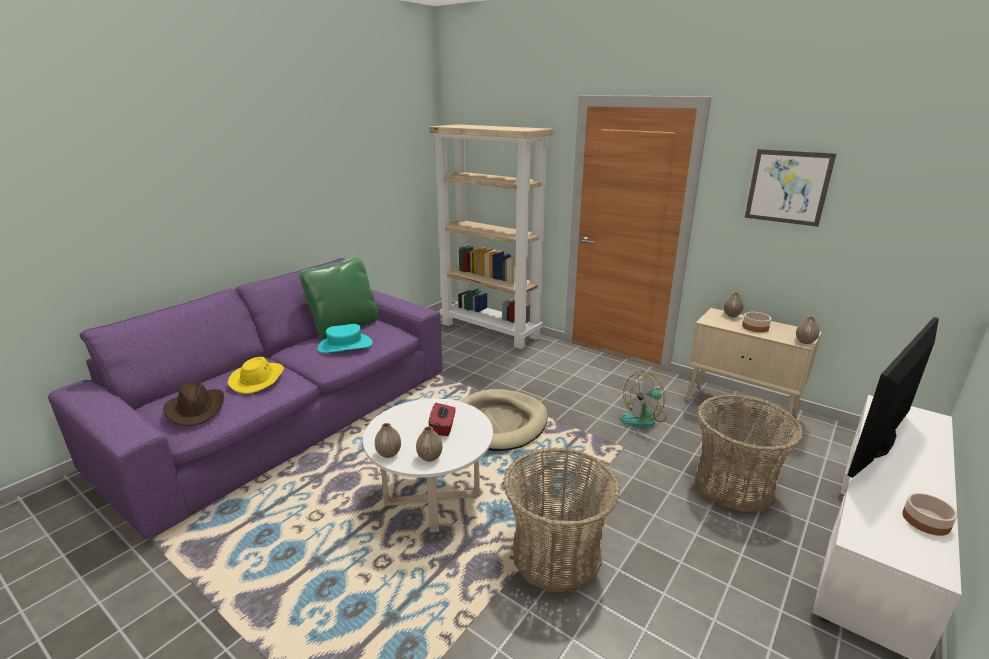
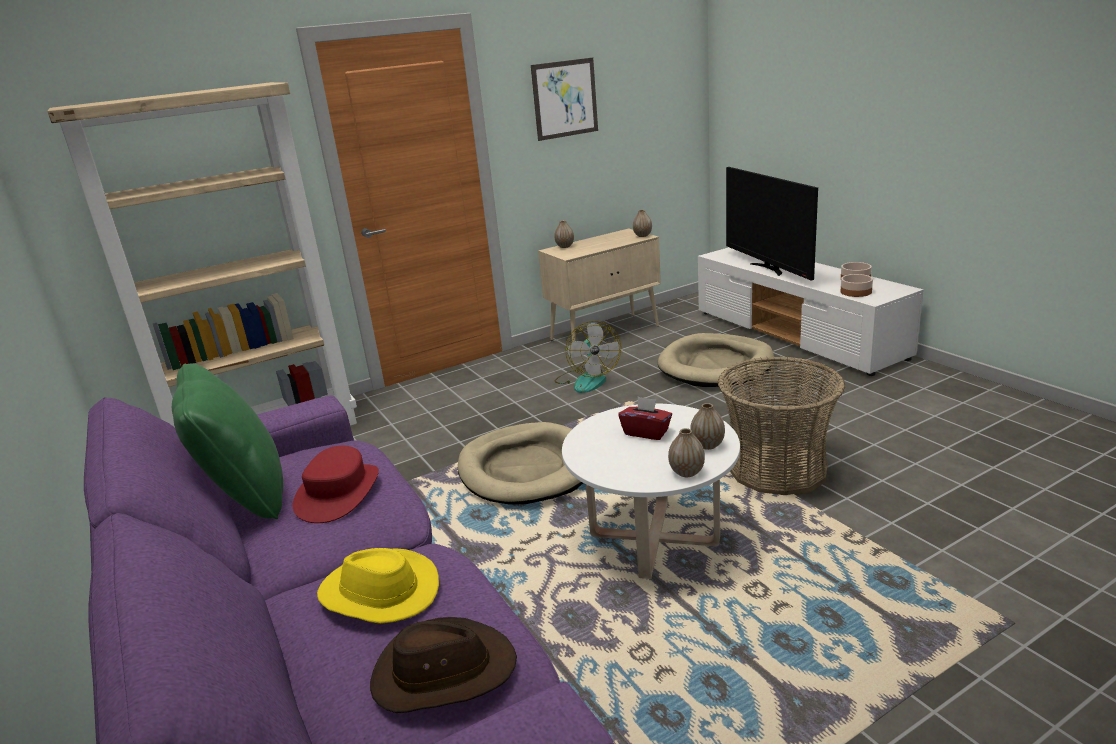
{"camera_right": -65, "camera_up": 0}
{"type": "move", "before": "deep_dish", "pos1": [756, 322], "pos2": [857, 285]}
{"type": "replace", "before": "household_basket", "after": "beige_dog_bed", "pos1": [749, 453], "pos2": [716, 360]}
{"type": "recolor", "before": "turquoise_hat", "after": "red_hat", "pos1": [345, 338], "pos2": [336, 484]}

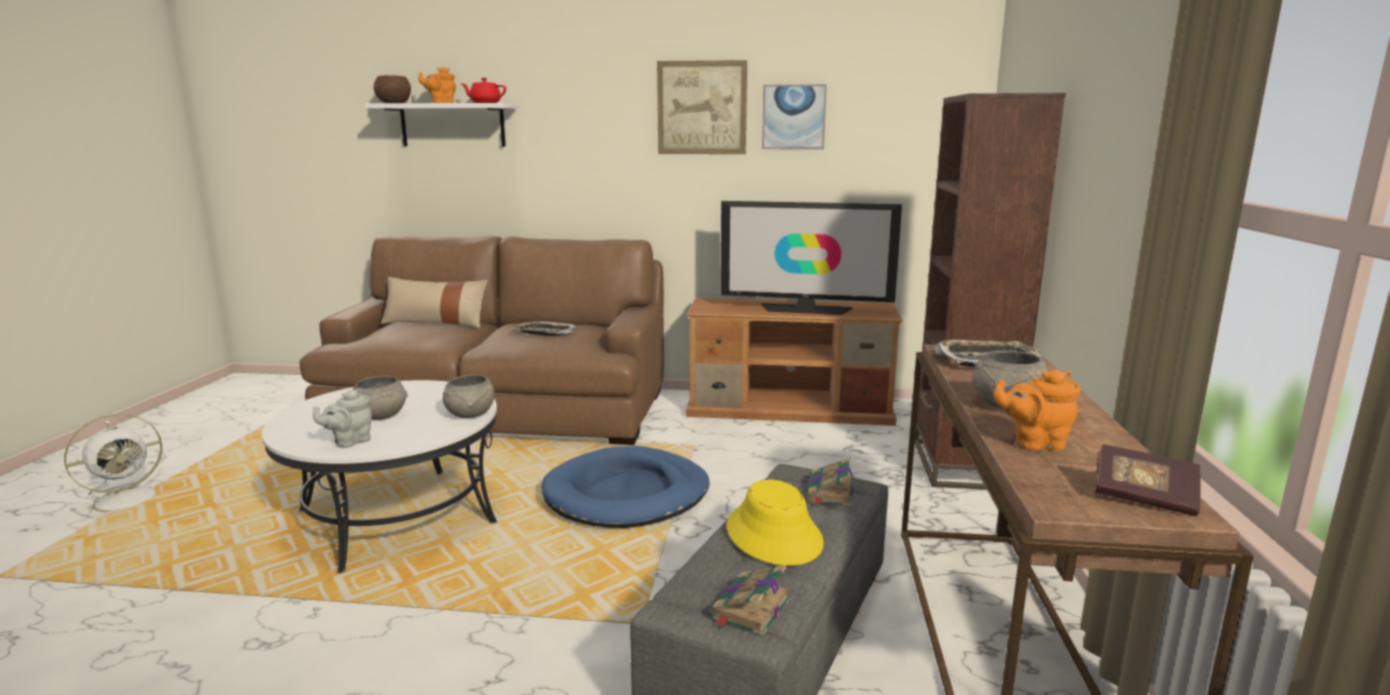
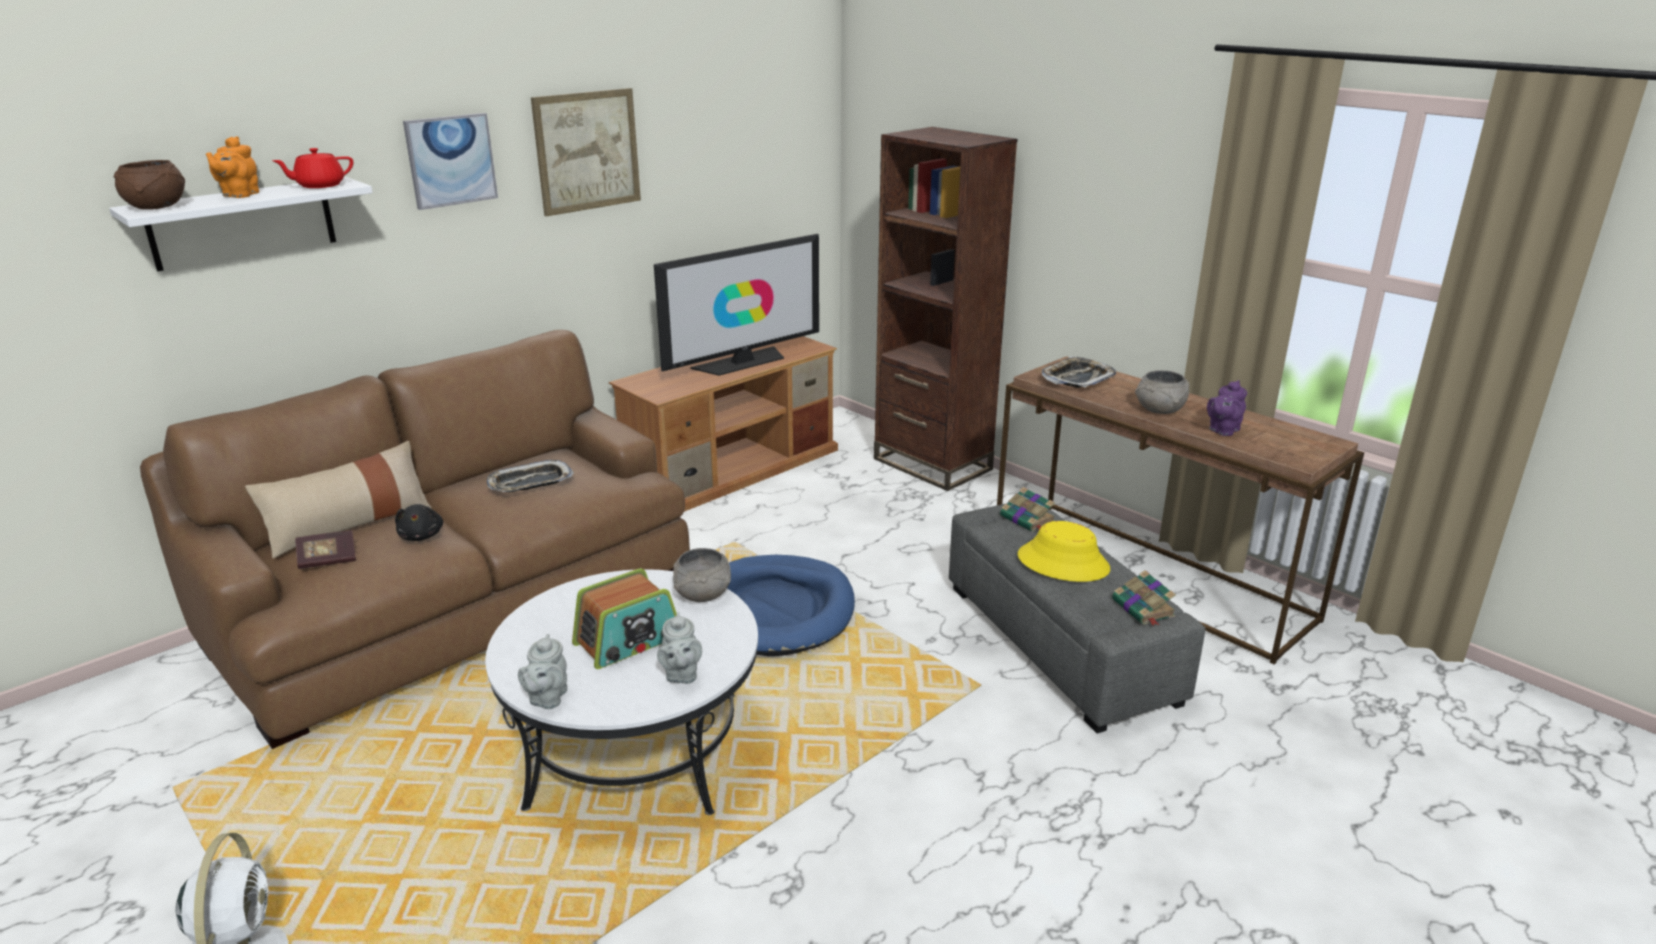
{"camera_right": -50, "camera_up": 10}
{"type": "insert", "after": "blackish_soft_toy", "pos2": [419, 522]}
{"type": "insert", "after": "greyish_tea_pot", "pos2": [542, 671]}
{"type": "move", "before": "picture", "pos1": [794, 117], "pos2": [450, 161]}
{"type": "move", "before": "bound_book", "pos1": [1148, 480], "pos2": [325, 549]}
{"type": "replace", "before": "greyish_deep_dish", "after": "radio_receiver", "pos1": [380, 398], "pos2": [624, 618]}
{"type": "recolor", "before": "orange_tea_pot", "after": "purple_tea_pot", "pos1": [1036, 410], "pos2": [1227, 408]}

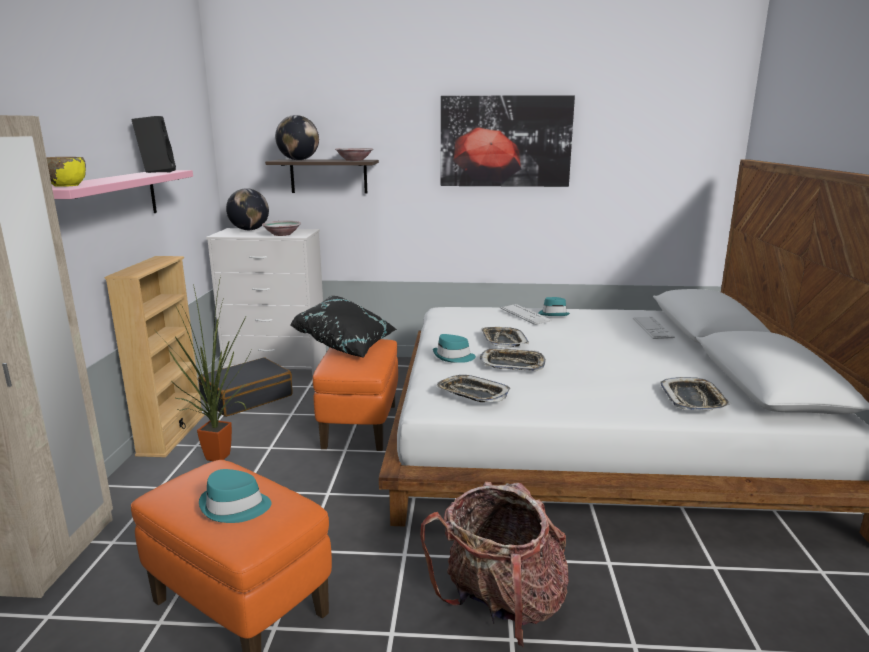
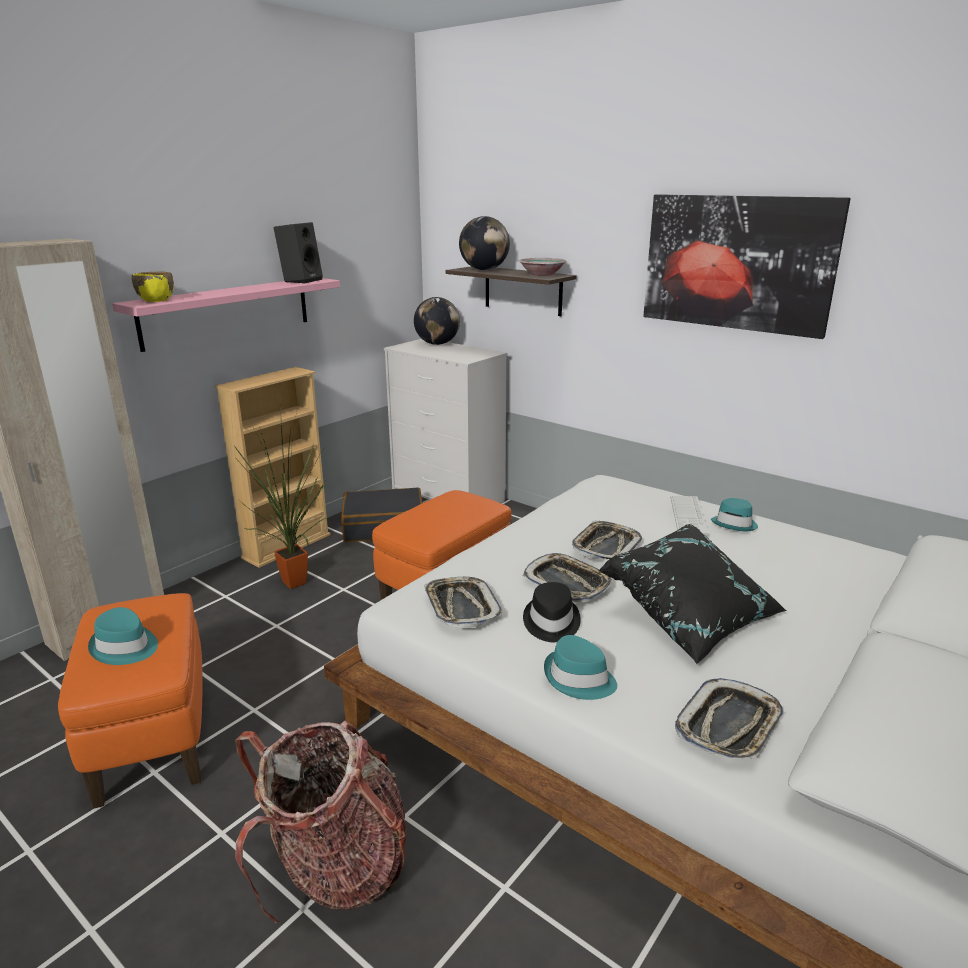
{"camera_right": 35, "camera_up": 5}
{"type": "delete", "before": "deep_dish", "pos1": [281, 228]}
{"type": "delete", "before": "PC_keyboard", "pos1": [654, 327]}
{"type": "insert", "after": "blackish_hat", "pos2": [552, 612]}
{"type": "move", "before": "blackish_pillow", "pos1": [344, 327], "pos2": [692, 594]}
{"type": "move", "before": "turquoise_hat", "pos1": [454, 348], "pos2": [580, 667]}

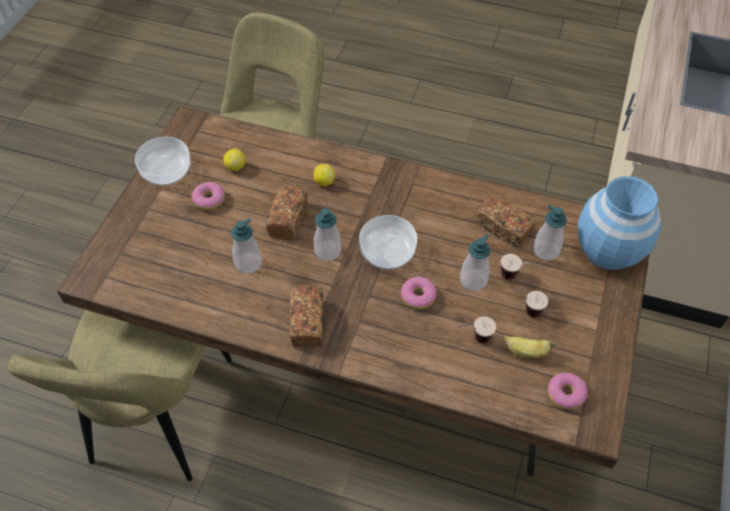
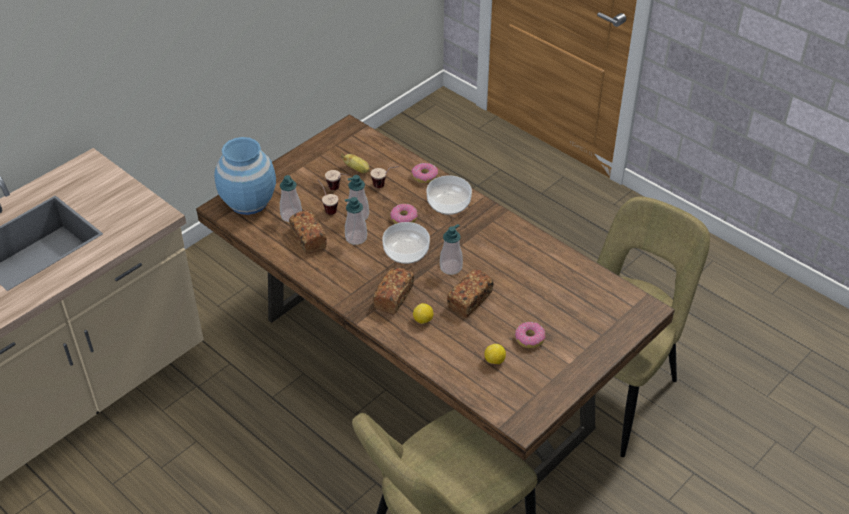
{"camera_right": -155, "camera_up": -10}
{"type": "move", "before": "deep_dish", "pos1": [163, 161], "pos2": [449, 195]}
{"type": "move", "before": "soap_dispenser", "pos1": [246, 246], "pos2": [356, 221]}
{"type": "move", "before": "bread", "pos1": [306, 316], "pos2": [393, 290]}
{"type": "move", "before": "ring_doughnut", "pos1": [568, 391], "pos2": [425, 173]}

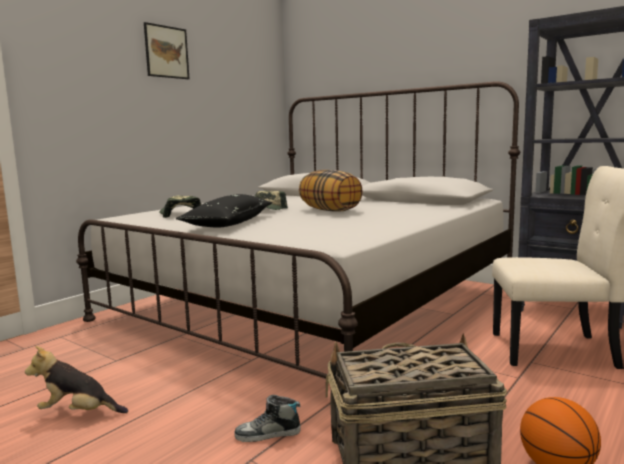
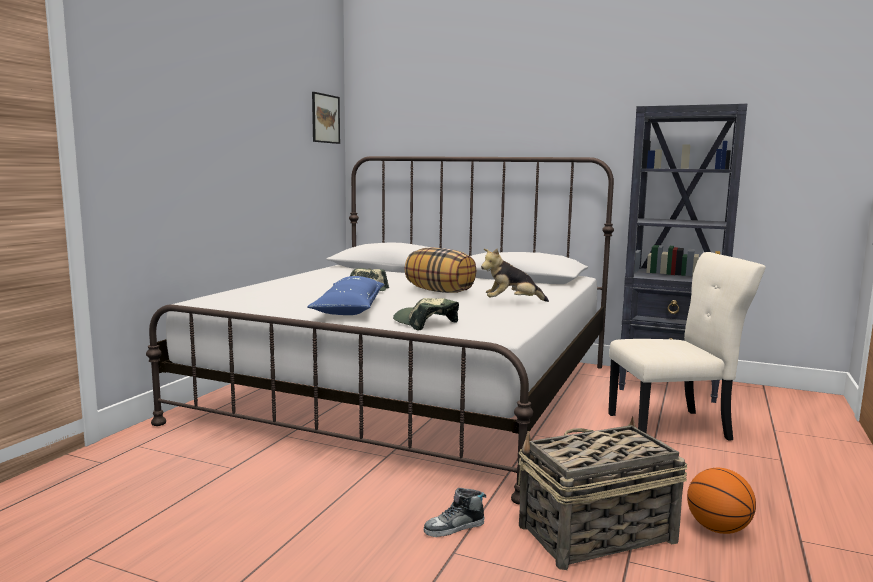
{"camera_right": -15, "camera_up": 0}
{"type": "move", "before": "soft_toy", "pos1": [76, 379], "pos2": [515, 275]}
{"type": "move", "before": "picture", "pos1": [166, 50], "pos2": [326, 118]}
{"type": "move", "before": "peaked_cap", "pos1": [180, 207], "pos2": [426, 314]}
{"type": "recolor", "before": "blackish_pillow", "after": "blue-coloured_pillow", "pos1": [224, 211], "pos2": [345, 295]}

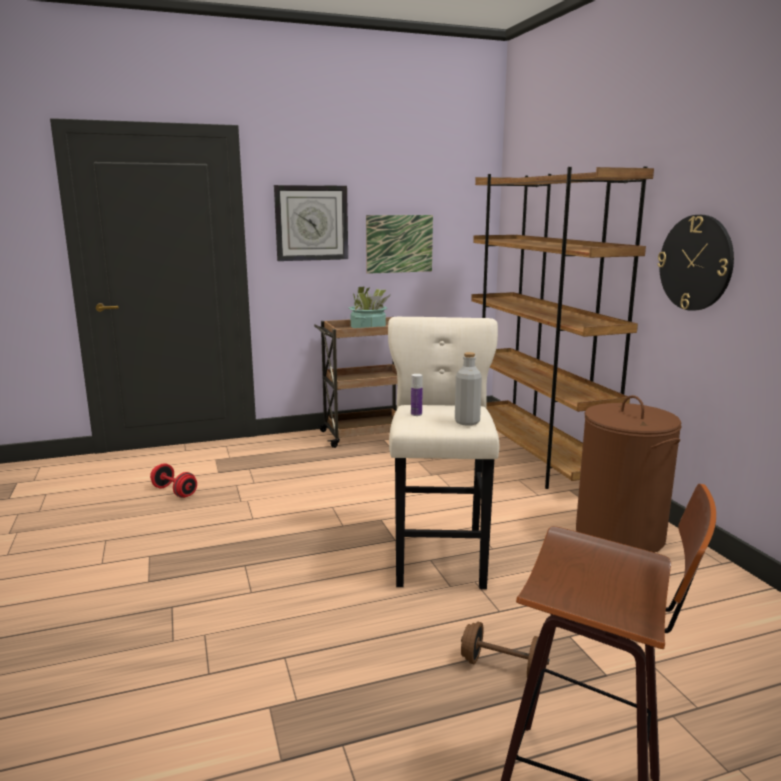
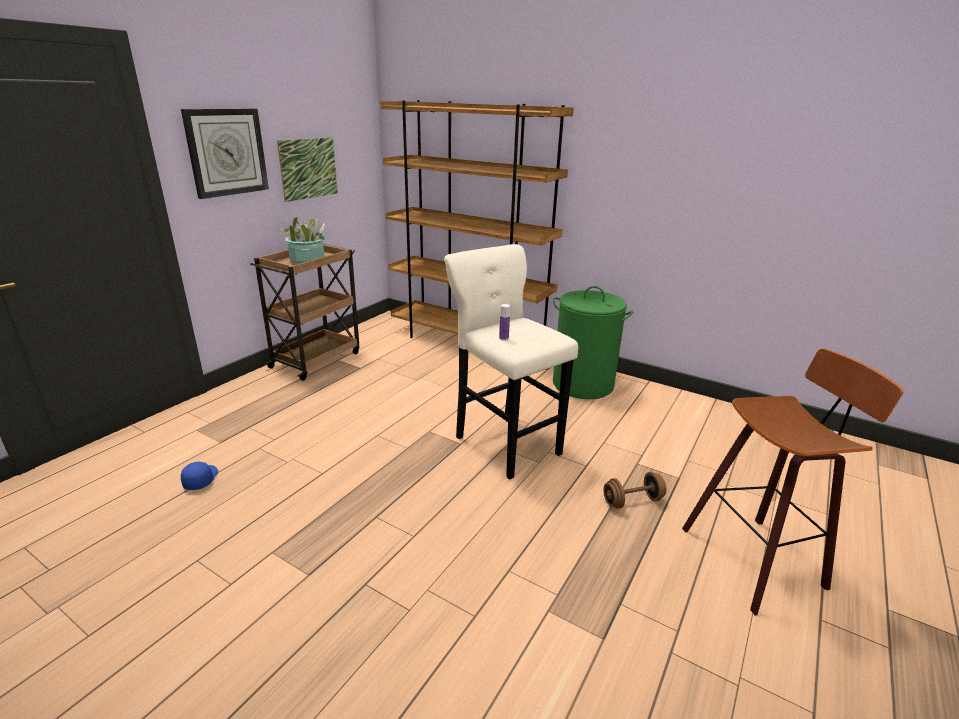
{"camera_right": -40, "camera_up": 10}
{"type": "delete", "before": "greyish_beverage_bottle", "pos1": [468, 389]}
{"type": "delete", "before": "hanging_clock", "pos1": [695, 263]}
{"type": "replace", "before": "red_hand_weight", "after": "blue-coloured_peaked_cap", "pos1": [173, 480], "pos2": [199, 476]}
{"type": "recolor", "before": "brownish_hamper", "after": "greenish_hamper", "pos1": [629, 474], "pos2": [593, 342]}

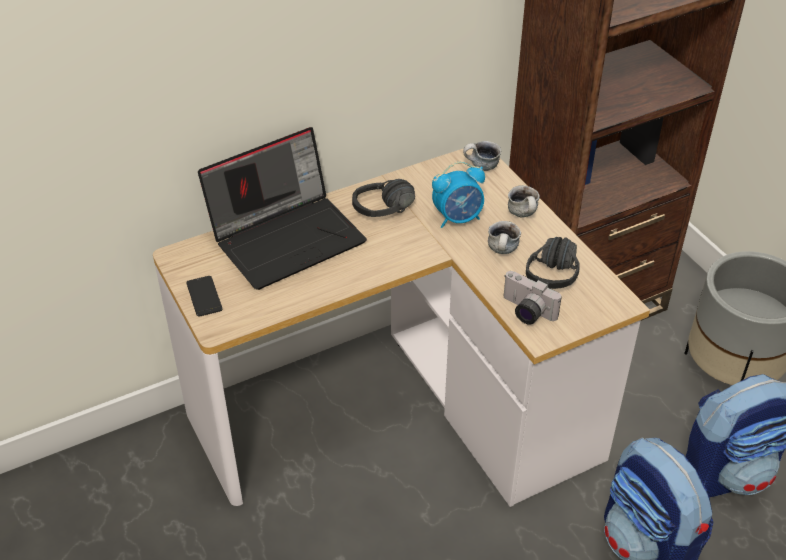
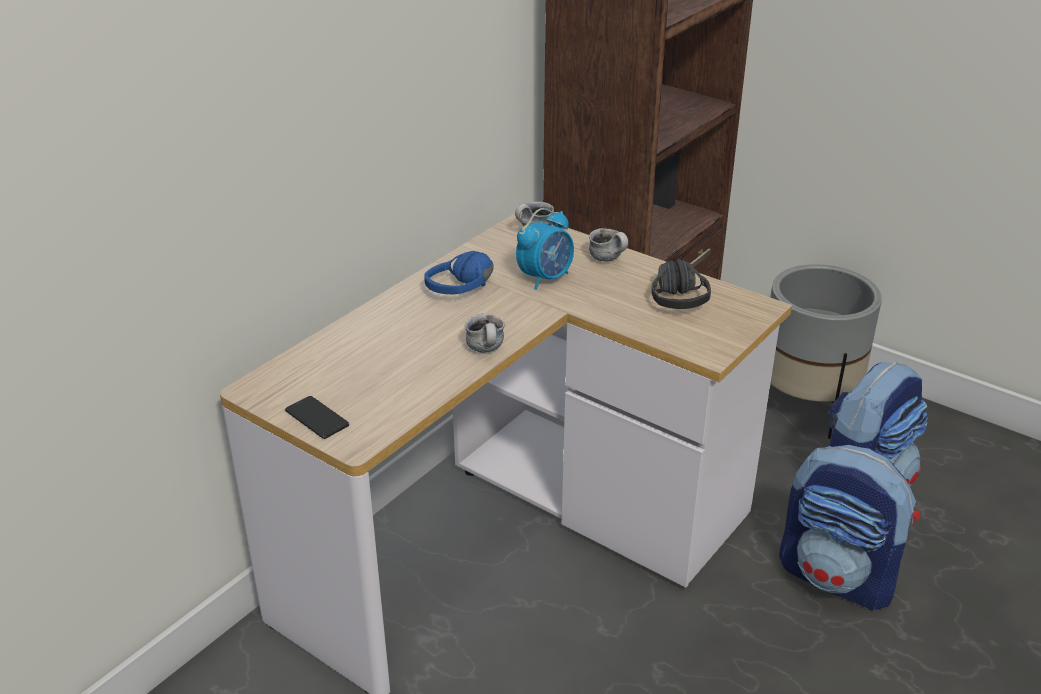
{"camera_right": -25, "camera_up": -10}
{"type": "delete", "before": "portable_computer", "pos1": [282, 208]}
{"type": "delete", "before": "photo_camera", "pos1": [533, 298]}
{"type": "move", "before": "coffee_mug", "pos1": [504, 237], "pos2": [485, 333]}
{"type": "recolor", "before": "blackish_headphones", "after": "blue-coloured_headphones", "pos1": [383, 198], "pos2": [459, 272]}

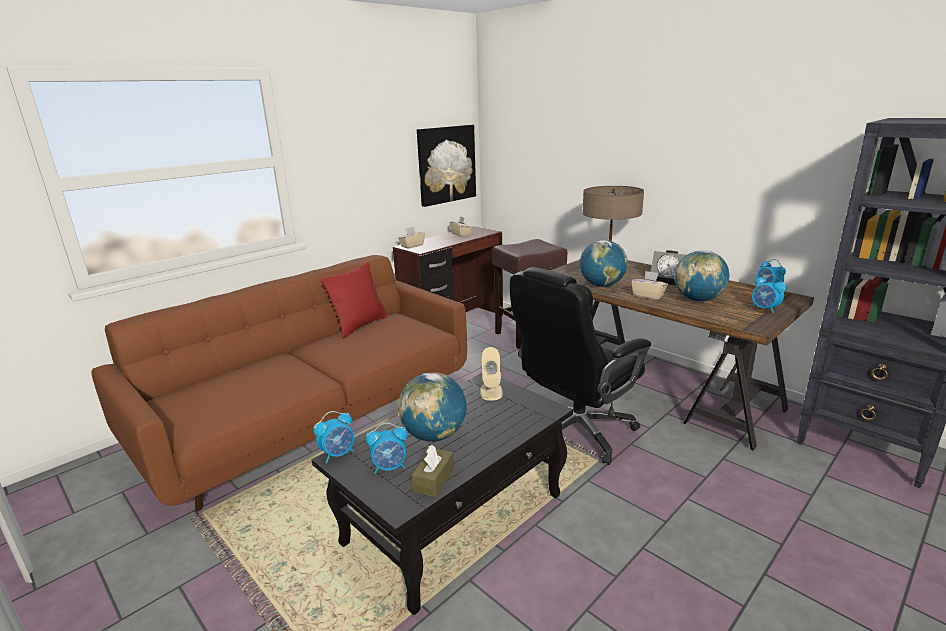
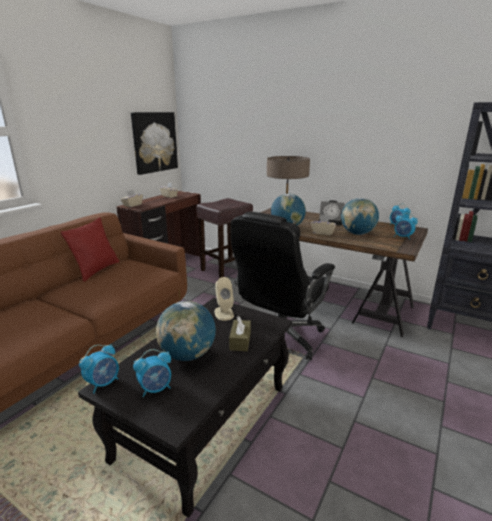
{"camera_right": -15, "camera_up": 0}
{"type": "move", "before": "brownish_tissue_holder", "pos1": [433, 471], "pos2": [240, 333]}

